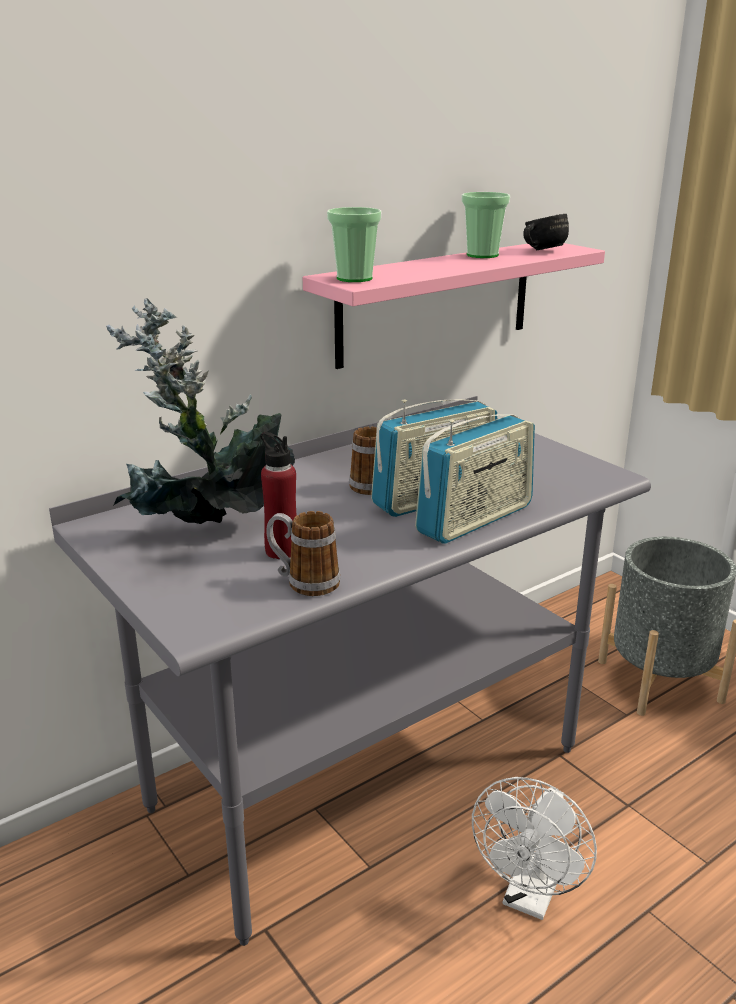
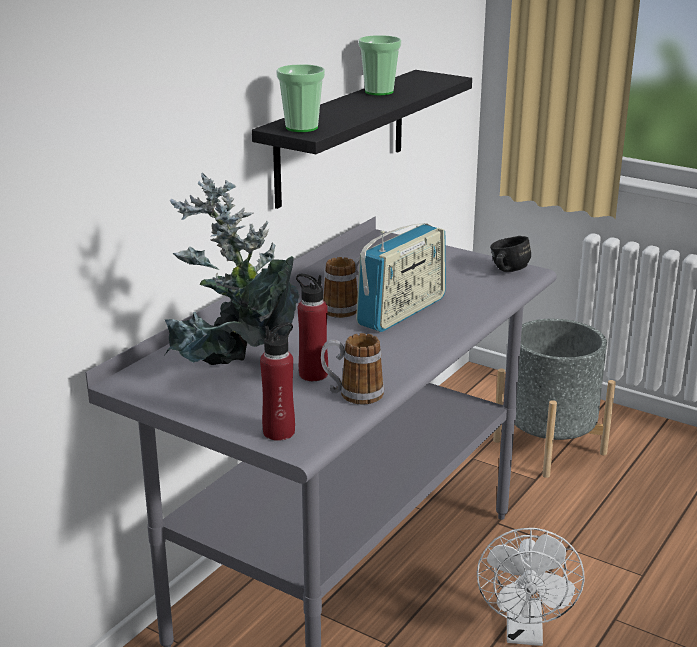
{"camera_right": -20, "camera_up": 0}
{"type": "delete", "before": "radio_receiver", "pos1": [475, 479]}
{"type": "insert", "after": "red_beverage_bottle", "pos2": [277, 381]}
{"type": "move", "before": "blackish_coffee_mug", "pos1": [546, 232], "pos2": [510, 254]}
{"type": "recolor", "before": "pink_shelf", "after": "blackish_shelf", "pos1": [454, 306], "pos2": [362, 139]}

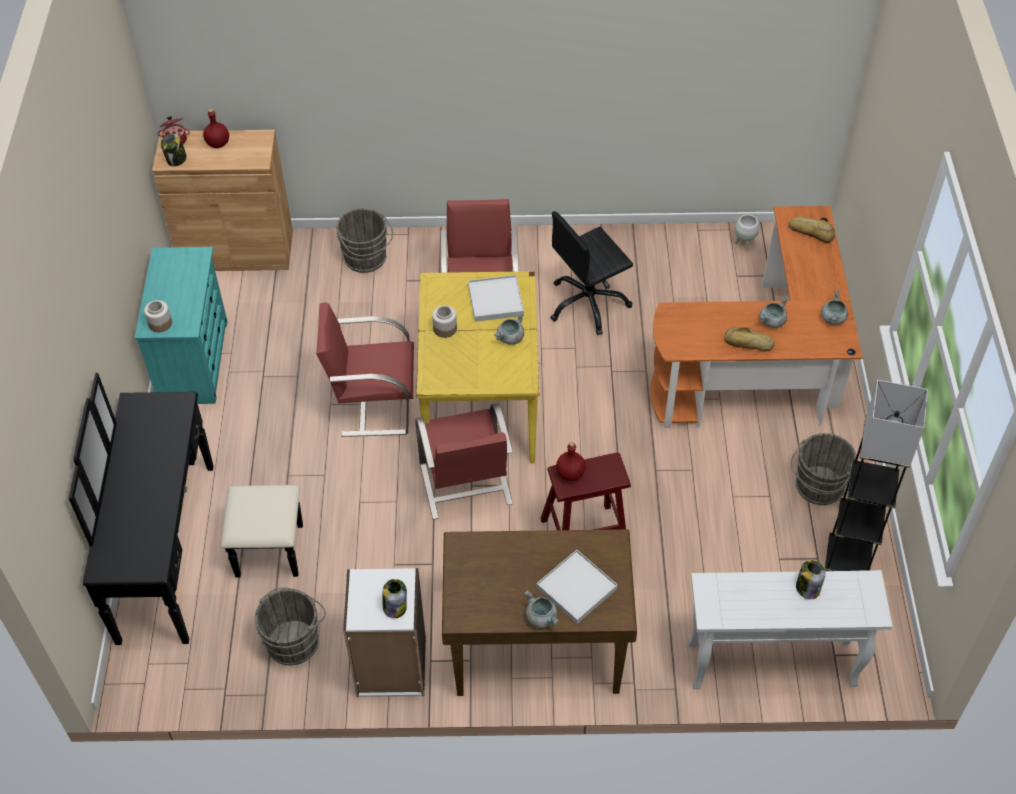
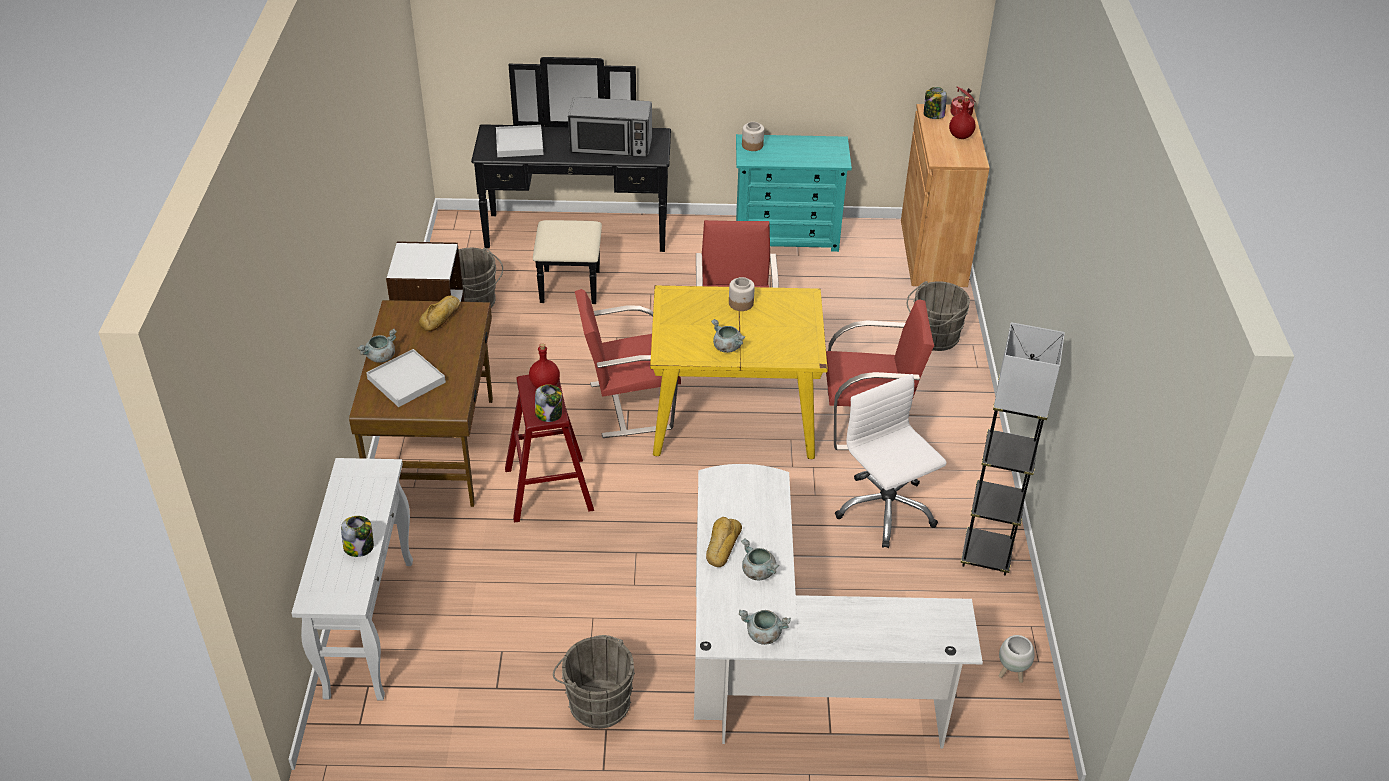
{"camera_right": 90, "camera_up": -10}
{"type": "insert", "after": "microwave_oven", "pos2": [610, 127]}
{"type": "move", "before": "preserve_jar", "pos1": [394, 598], "pos2": [548, 403]}
{"type": "move", "before": "whitish_tray", "pos1": [496, 298], "pos2": [520, 141]}
{"type": "move", "before": "bread", "pos1": [812, 229], "pos2": [440, 313]}
{"type": "move", "before": "greyish_standing_lamp", "pos1": [876, 475], "pos2": [1013, 449]}
{"type": "recolor", "before": "blackish_office_chair", "after": "whitish_office_chair", "pos1": [591, 273], "pos2": [891, 461]}
{"type": "recolor", "before": "orange_desk_unit", "after": "whitish_desk_unit", "pos1": [756, 317], "pos2": [838, 606]}

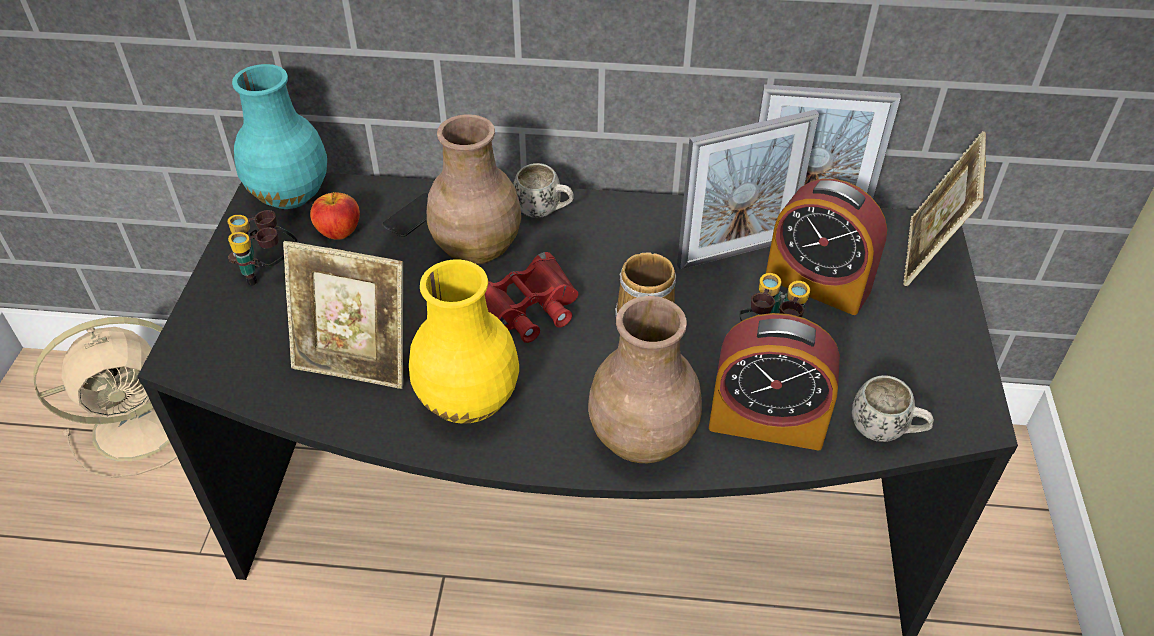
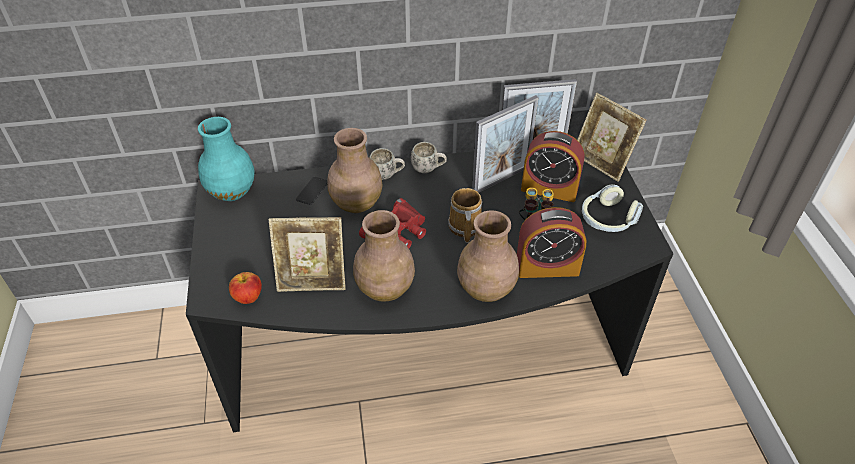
{"camera_right": -15, "camera_up": 0}
{"type": "delete", "before": "beige_electric_fan", "pos1": [105, 397]}
{"type": "delete", "before": "pair_of_binoculars", "pos1": [263, 248]}
{"type": "insert", "after": "headphones", "pos2": [612, 208]}
{"type": "move", "before": "apple", "pos1": [335, 215], "pos2": [245, 288]}
{"type": "move", "before": "whitish_coffee_mug", "pos1": [893, 408], "pos2": [429, 157]}
{"type": "recolor", "before": "yellow_flower_vase", "after": "brownish_flower_vase", "pos1": [464, 341], "pos2": [384, 256]}
{"type": "rotate", "before": "photo_frame", "pos1": [944, 208], "pos2": [611, 137], "turn": -45}

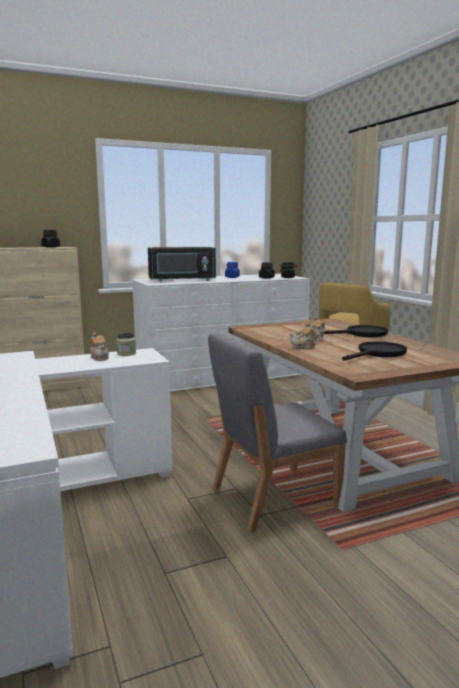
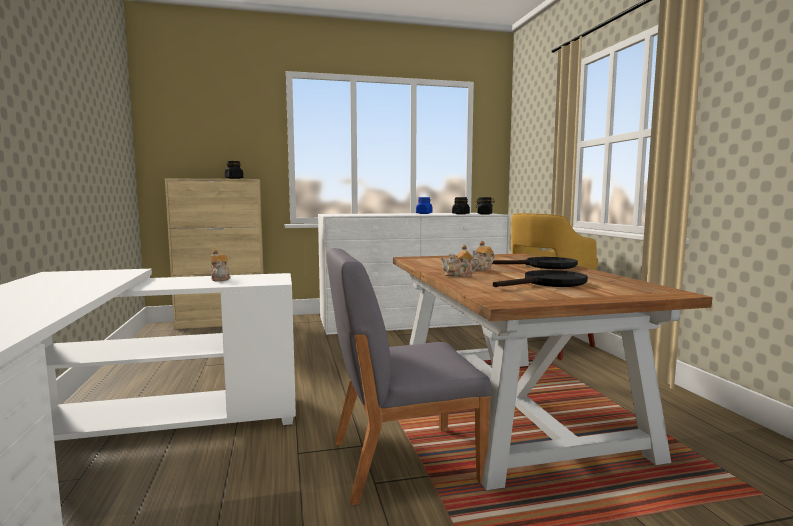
{"camera_right": 10, "camera_up": -5}
{"type": "delete", "before": "preserve_jar", "pos1": [126, 344]}
{"type": "delete", "before": "blackish_microwave_oven", "pos1": [182, 264]}

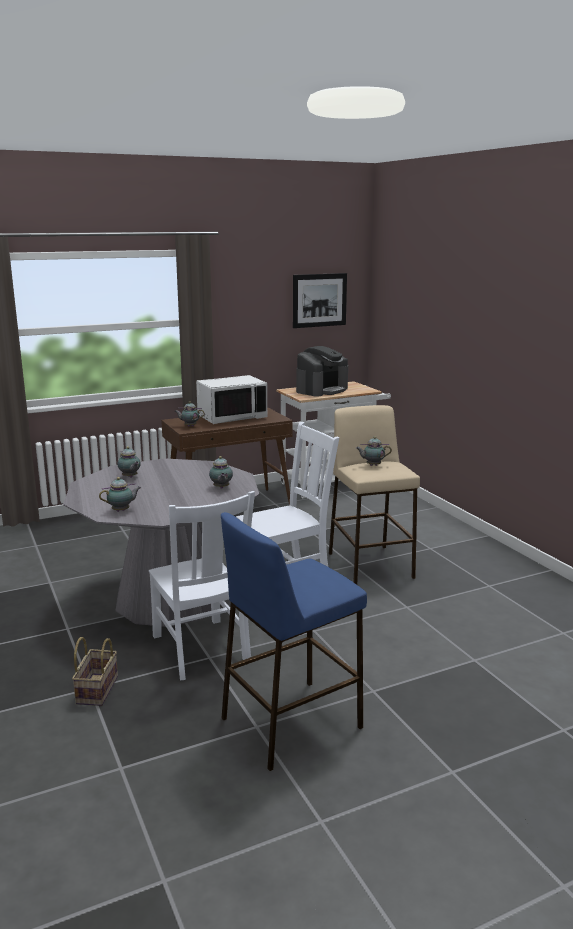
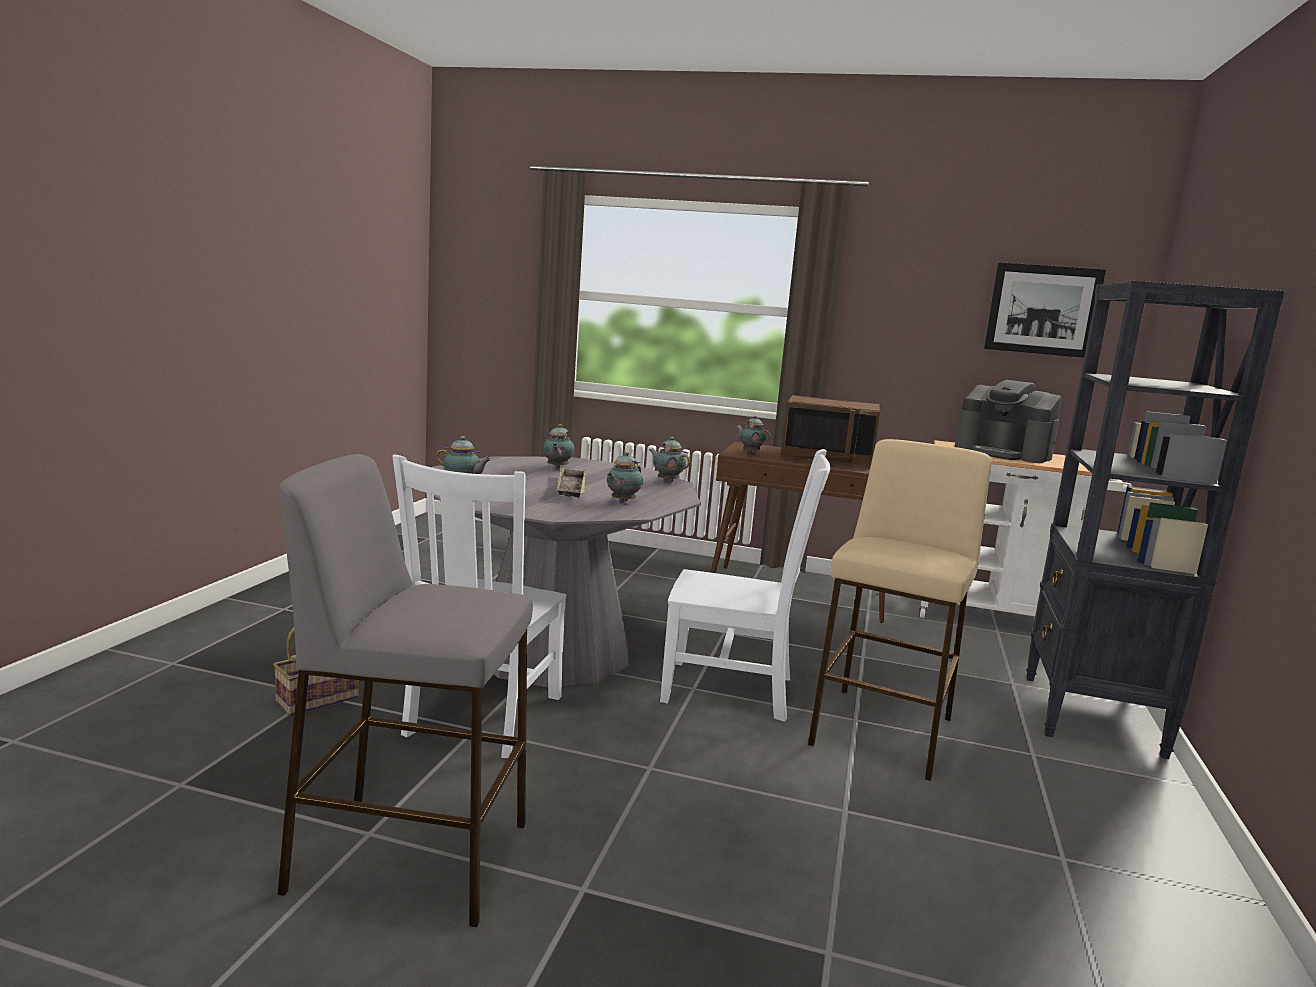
{"camera_right": 40, "camera_up": -5}
{"type": "insert", "after": "tray", "pos2": [571, 482]}
{"type": "insert", "after": "blackish_bookshelf", "pos2": [1155, 520]}
{"type": "move", "before": "tea_pot", "pos1": [374, 451], "pos2": [670, 459]}
{"type": "recolor", "before": "whitish_microwave_oven", "after": "brownish_microwave_oven", "pos1": [231, 399], "pos2": [830, 430]}
{"type": "recolor", "before": "blue-coloured_stool", "after": "greyish_stool", "pos1": [294, 641], "pos2": [405, 690]}
{"type": "rotate", "before": "coffee_brewer", "pos1": [322, 371], "pos2": [1008, 421], "turn": 45}

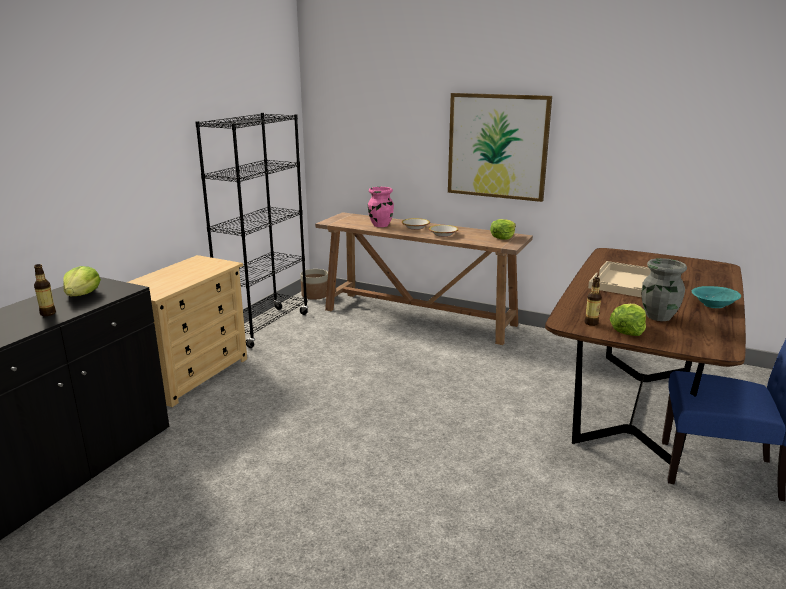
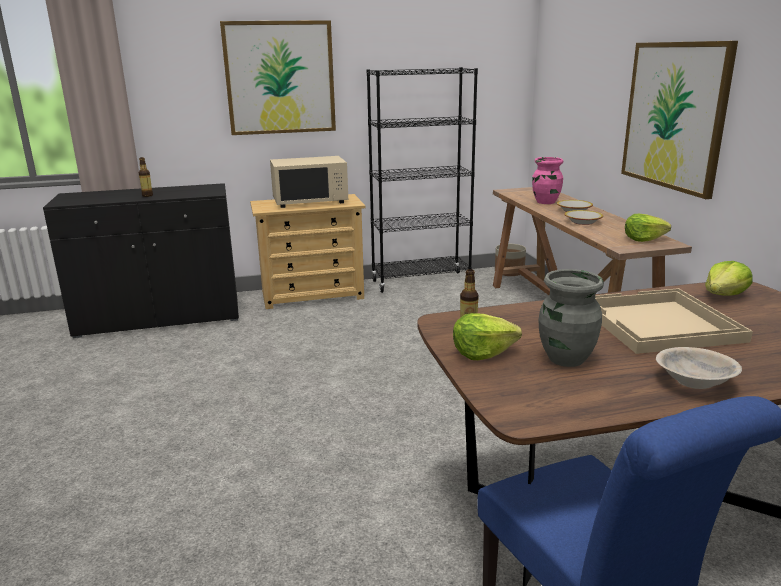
{"camera_right": 50, "camera_up": 0}
{"type": "insert", "after": "picture", "pos2": [278, 77]}
{"type": "insert", "after": "beige_microwave_oven", "pos2": [309, 182]}
{"type": "move", "before": "head_of_lettuce", "pos1": [82, 281], "pos2": [729, 278]}
{"type": "recolor", "before": "turquoise_deep_dish", "after": "beige_deep_dish", "pos1": [716, 297], "pos2": [699, 368]}

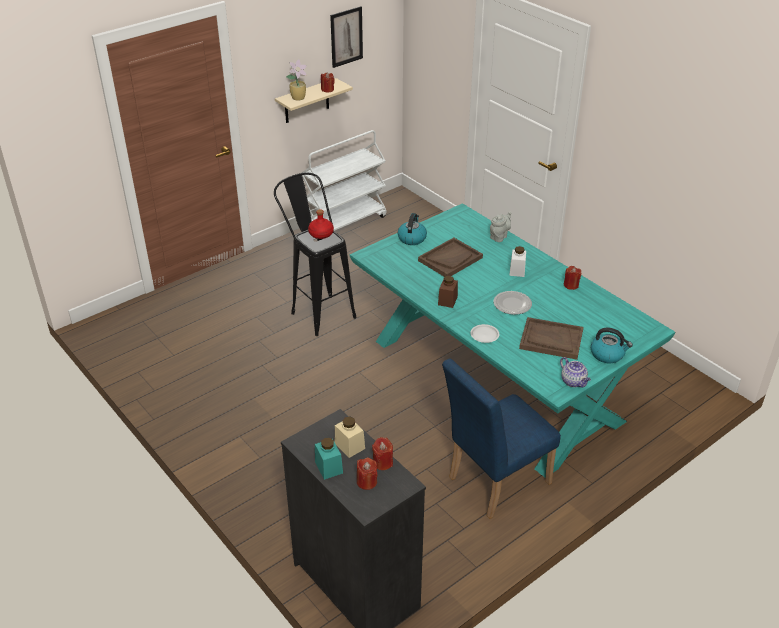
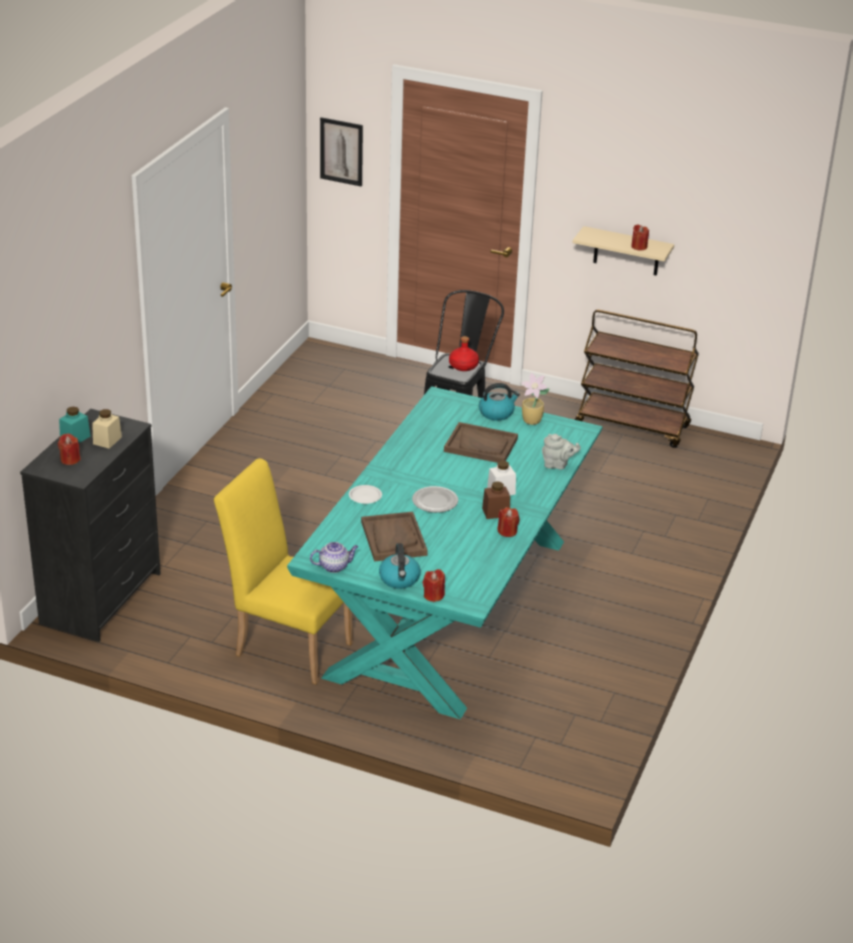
{"camera_right": 60, "camera_up": -5}
{"type": "move", "before": "potted_plant", "pos1": [296, 80], "pos2": [536, 398]}
{"type": "move", "before": "picture", "pos1": [346, 37], "pos2": [341, 151]}
{"type": "move", "before": "red_candle", "pos1": [382, 453], "pos2": [434, 585]}
{"type": "move", "before": "brownish_preserve_jar", "pos1": [448, 292], "pos2": [496, 500]}
{"type": "recolor", "before": "whitish_wheeled_cart", "after": "brownish_wheeled_cart", "pos1": [344, 180], "pos2": [636, 379]}
{"type": "recolor", "before": "blue-coloured_upright_chair", "after": "yellow_upright_chair", "pos1": [501, 439], "pos2": [283, 571]}
{"type": "rotate", "before": "tea_pot", "pos1": [575, 372], "pos2": [334, 557], "turn": -135}

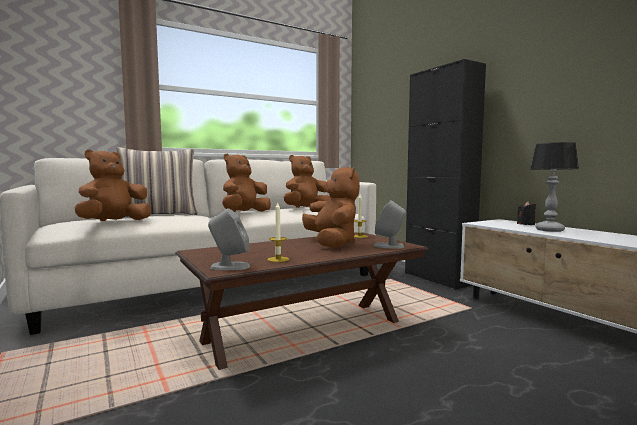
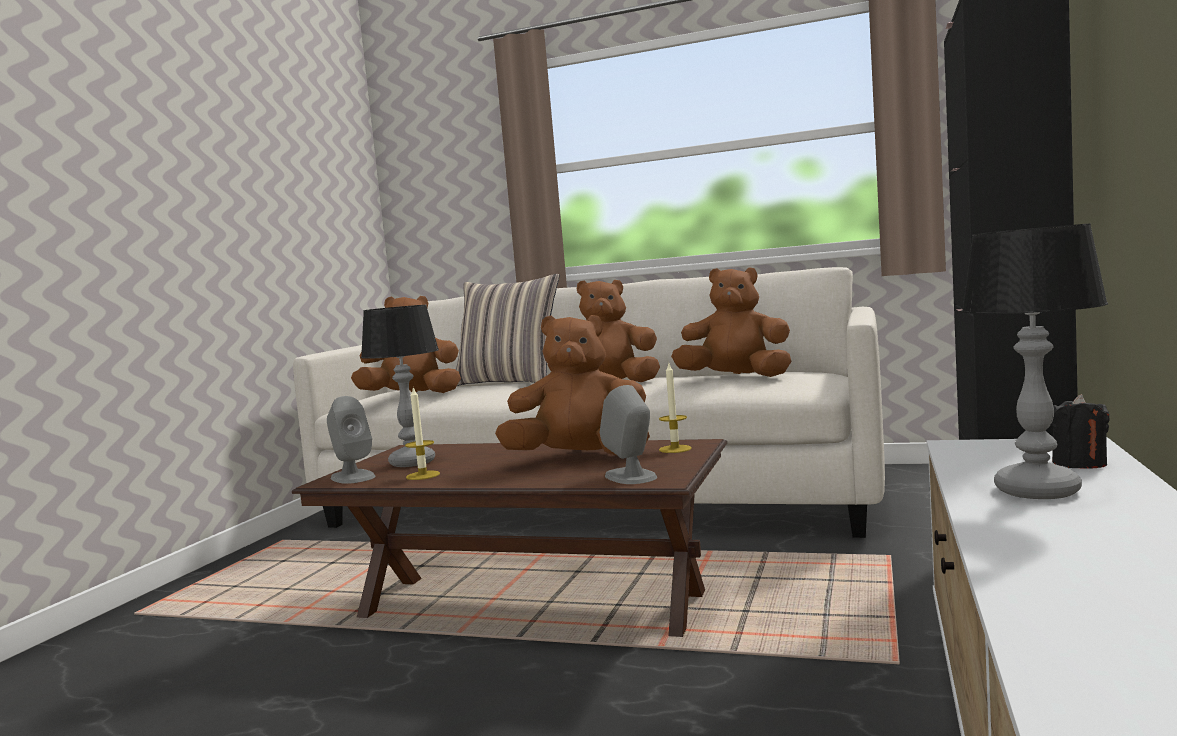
{"camera_right": 50, "camera_up": 0}
{"type": "insert", "after": "table_lamp", "pos2": [400, 386]}
{"type": "rotate", "before": "brownish_soft_toy", "pos1": [331, 207], "pos2": [572, 385], "turn": -120}

